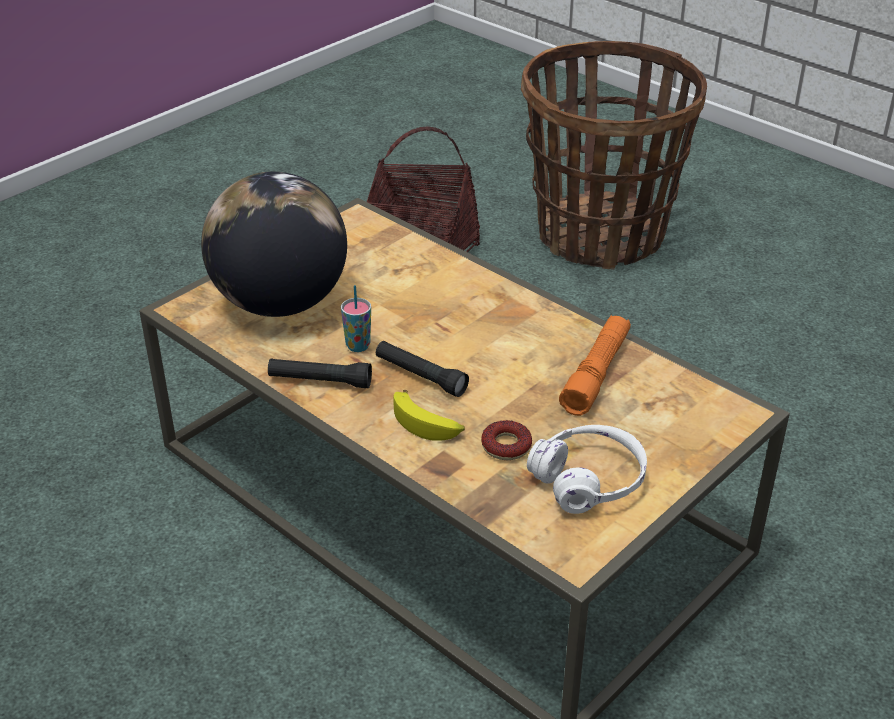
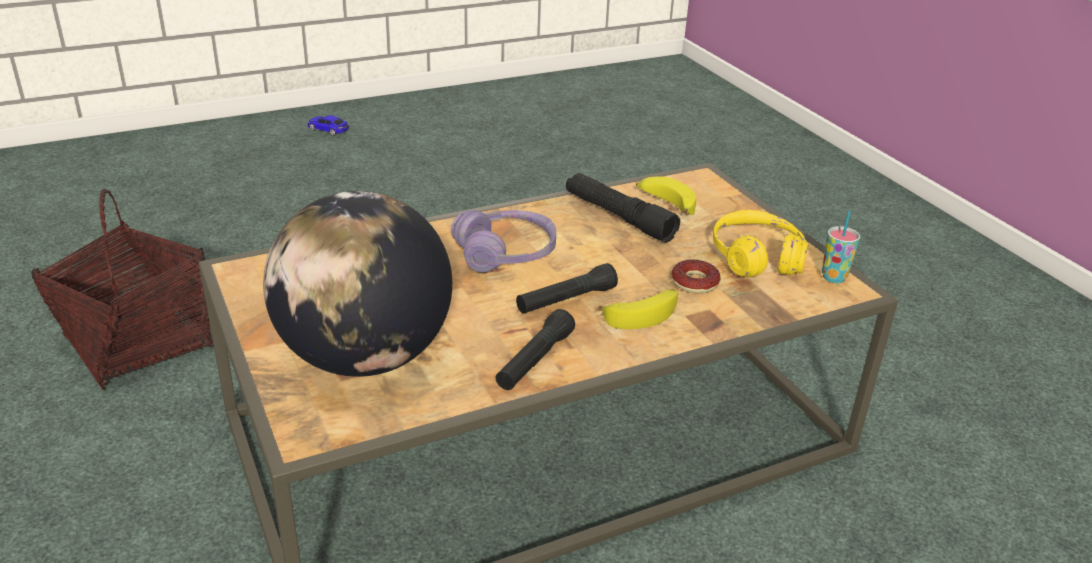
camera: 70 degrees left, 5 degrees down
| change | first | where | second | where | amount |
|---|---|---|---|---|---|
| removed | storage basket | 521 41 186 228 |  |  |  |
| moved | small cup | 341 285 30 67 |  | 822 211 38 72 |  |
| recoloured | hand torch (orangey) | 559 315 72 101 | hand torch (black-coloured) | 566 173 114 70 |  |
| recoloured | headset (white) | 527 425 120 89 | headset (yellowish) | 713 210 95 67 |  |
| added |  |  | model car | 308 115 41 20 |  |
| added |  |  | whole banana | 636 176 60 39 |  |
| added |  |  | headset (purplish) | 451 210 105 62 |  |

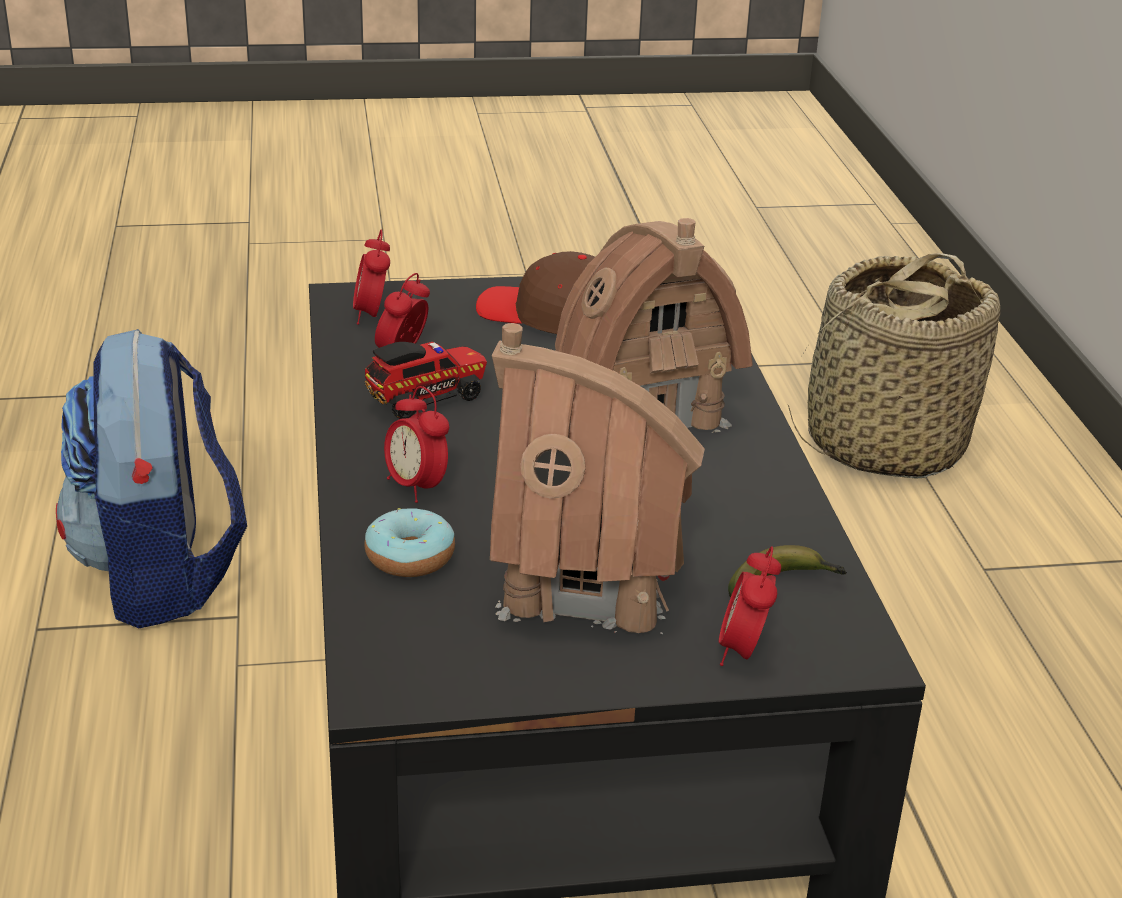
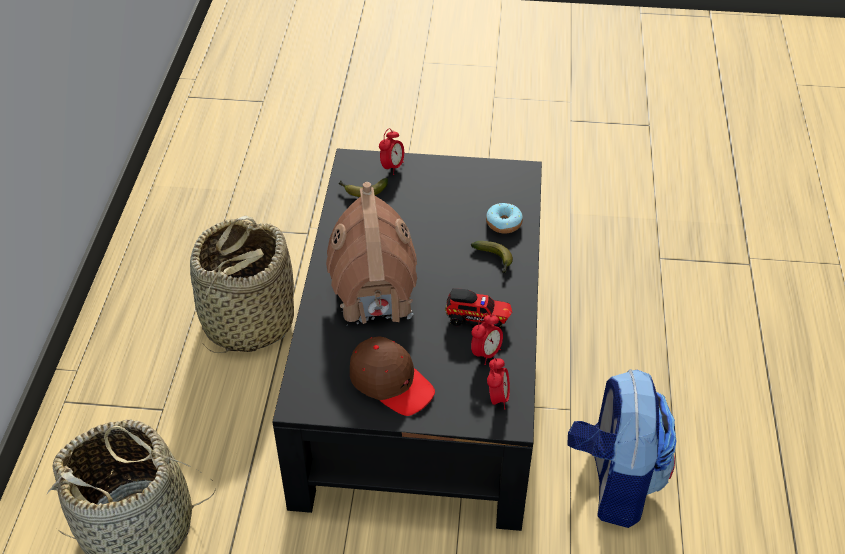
camera: 165 degrees left, 15 degrees up
| change | first | where | second | where | amount |
|---|---|---|---|---|---|
| removed | miniature house | 490 323 215 311 |  |  |  |
| turned | toy lorry | 364 342 123 77 |  | 445 288 67 41 | 150 degrees counterclockwise |
| replaced | table clock | 384 386 65 117 | whole banana | 471 241 42 32 |  |
| added |  |  | storage basket | 190 215 104 138 |  |

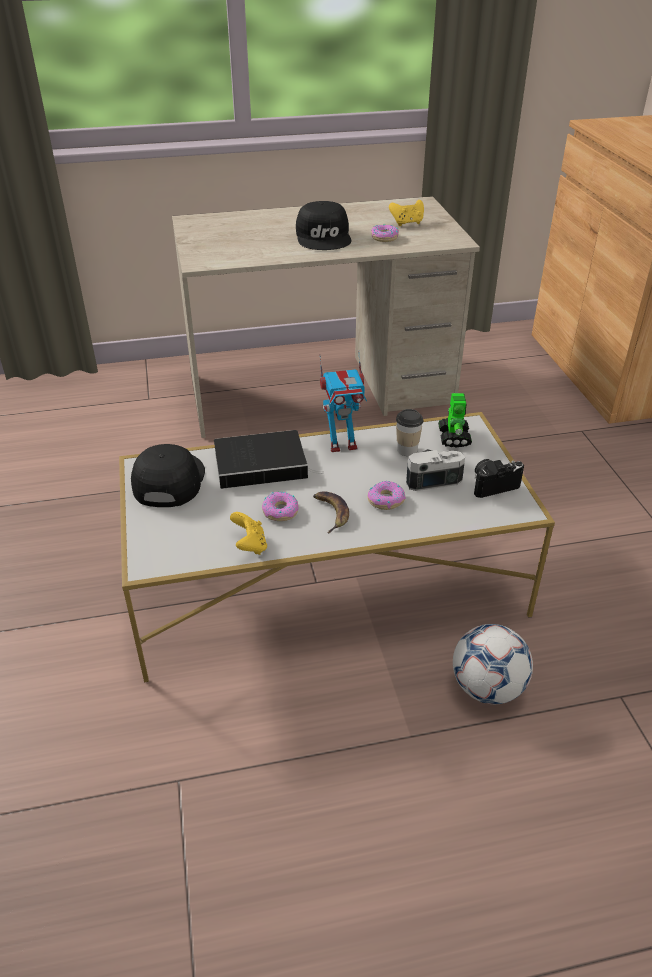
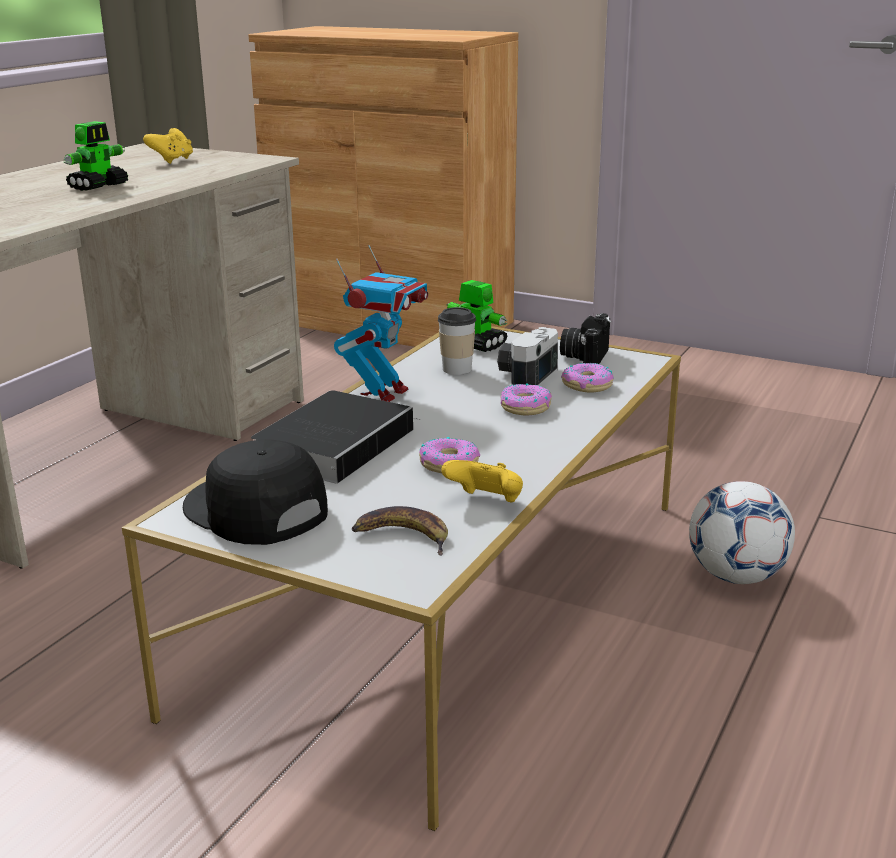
camera: 50 degrees left, 15 degrees down
| change | first | where | second | where | amount |
|---|---|---|---|---|---|
| replaced | peaked cap (black-coloured) | 296 201 56 49 | model robot | 64 121 64 70 |  |
| moved | donut | 371 224 28 18 |  | 561 363 53 29 |  |
| moved | whole banana | 313 491 36 42 |  | 352 506 96 49 |  |

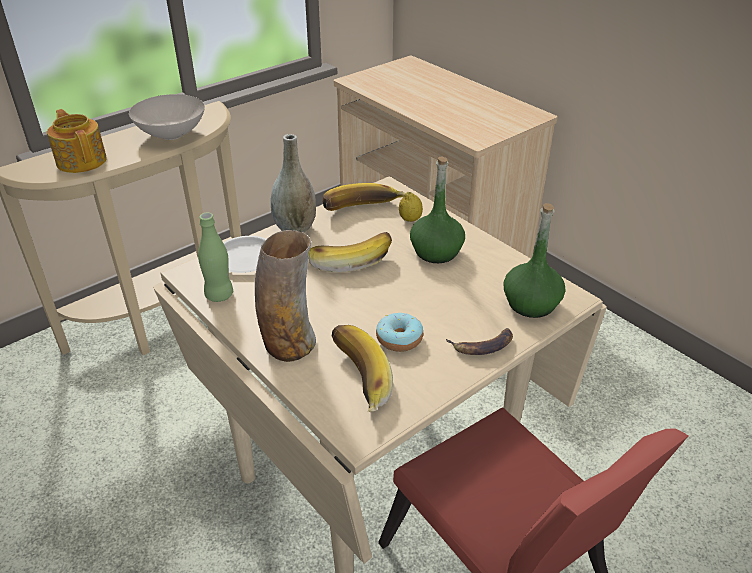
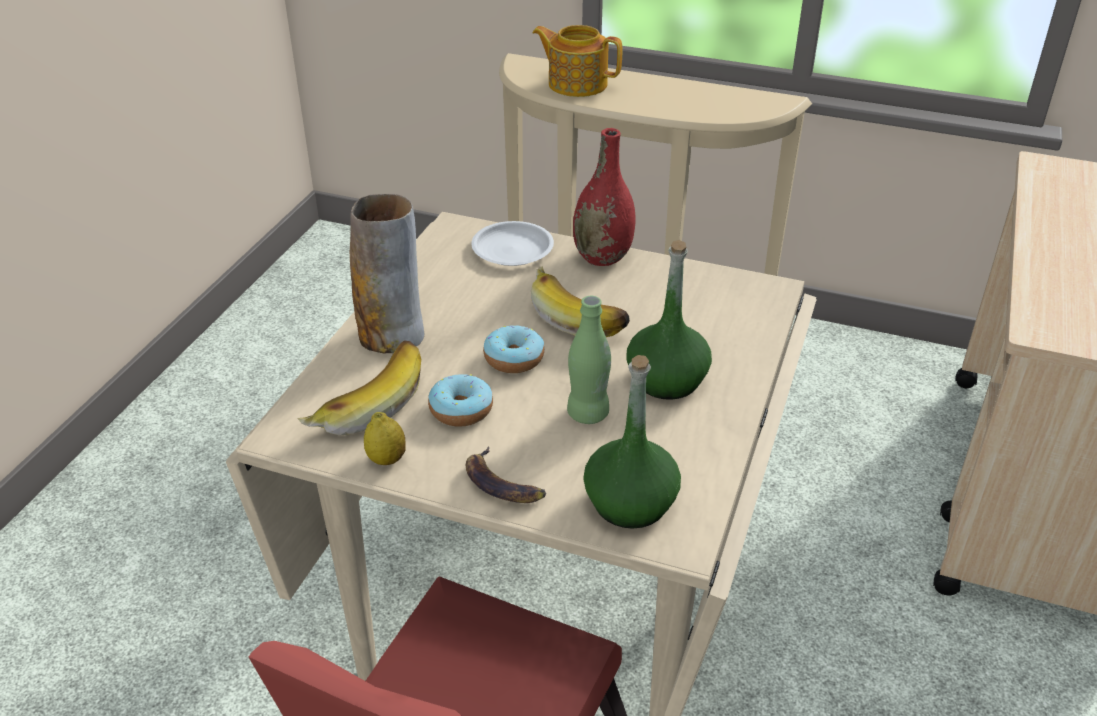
camera: 60 degrees right, 0 degrees up
| change | first | where | second | where | amount |
|---|---|---|---|---|---|
| removed | bowl (white) | 129 94 76 46 |  |  |  |
| turned | teapot | 47 109 60 64 |  | 532 25 90 72 | 90 degrees counterclockwise |
| recoloured | decorative vase (greyish) | 271 134 45 99 | decorative vase (reddish) | 573 128 62 138 |  |
| removed | whole banana | 322 183 83 28 |  |  |  |
| moved | whole lemon | 399 192 24 30 |  | 364 412 42 53 |  |
| moved | beverage bottle (greenish) | 198 213 35 89 |  | 567 296 44 128 |  |
| added |  |  | donut | 483 326 61 47 |  |

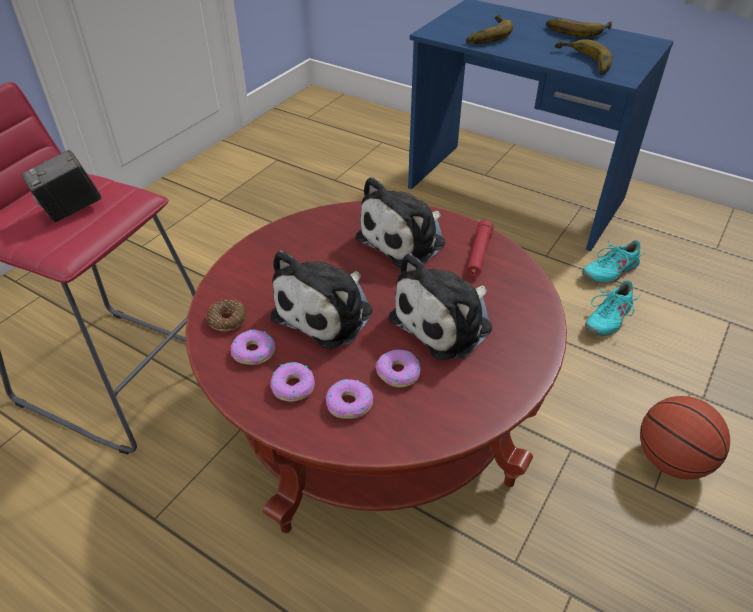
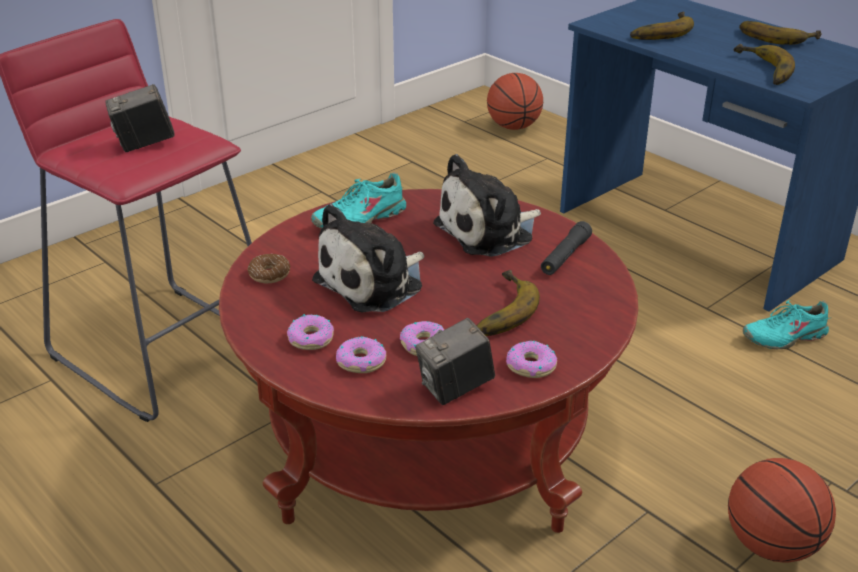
camera: 15 degrees right, 10 degrees down
| change | first | where | second | where | amount |
|---|---|---|---|---|---|
| recoloured | hand torch (reddish) | 467 220 27 57 | hand torch (black-coloured) | 541 221 51 54 |  |
| replaced | soft toy | 388 253 104 107 | whole banana | 477 270 63 66 |  |
| moved | low shoe (turquoise-coloured) | 585 280 57 56 |  | 311 172 95 57 |  |
| moved | donut | 231 329 44 36 |  | 506 341 51 37 |  |
| added |  |  | ball for basketball | 487 73 56 57 |  |
| added |  |  | photo camera | 415 318 80 87 |  |

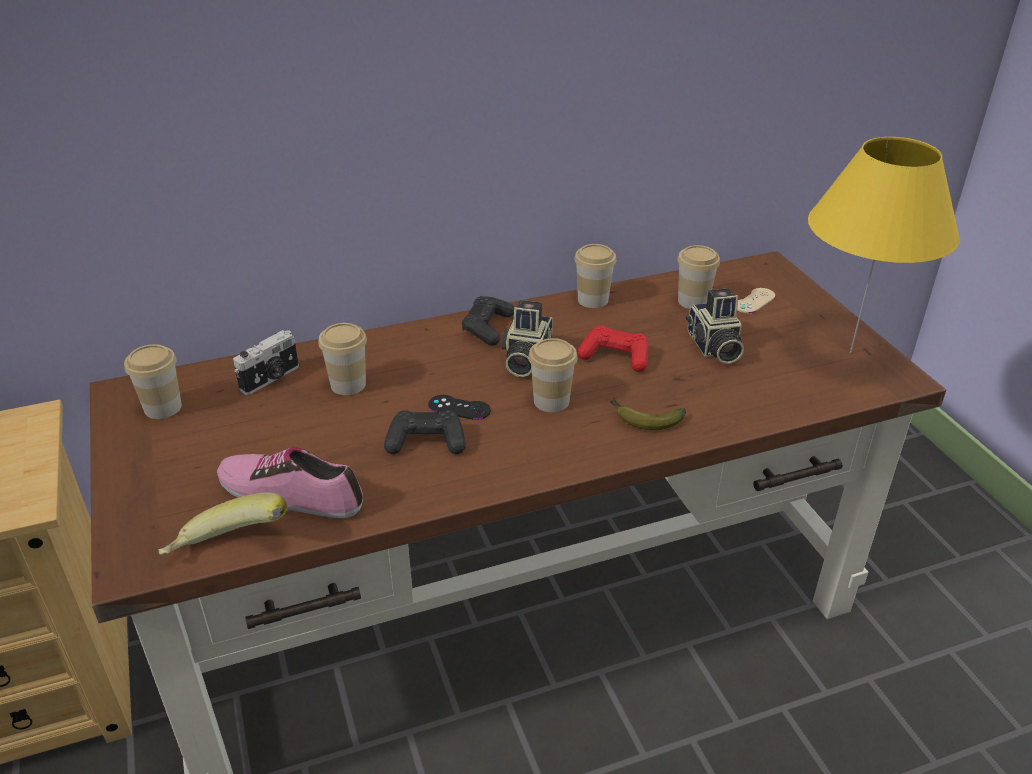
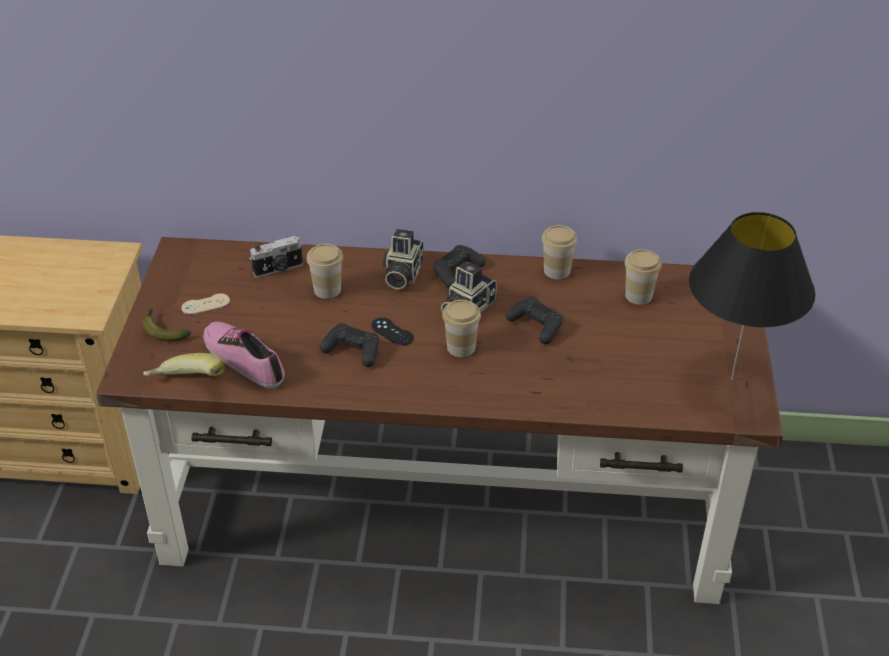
camera: 25 degrees right, 5 degrees up
| change | first | where | second | where | amount |
|---|---|---|---|---|---|
| recoloured | lamp for a table (yellowish) | 808 137 152 216 | lamp for a table (black-coloured) | 689 212 126 168 |  |
| moved | photo camera | 686 288 58 76 |  | 383 229 41 60 |  |
| moved | gamepad (beige-coloured) | 737 288 39 25 |  | 182 294 48 21 |  |
| recoloured | gamepad (reddish) | 577 326 71 46 | gamepad (black-coloured) | 506 297 57 47 |  |
| removed | small cup | 124 344 58 75 |  |  |  |
| moved | whole banana | 610 398 76 32 |  | 142 309 49 33 |  |

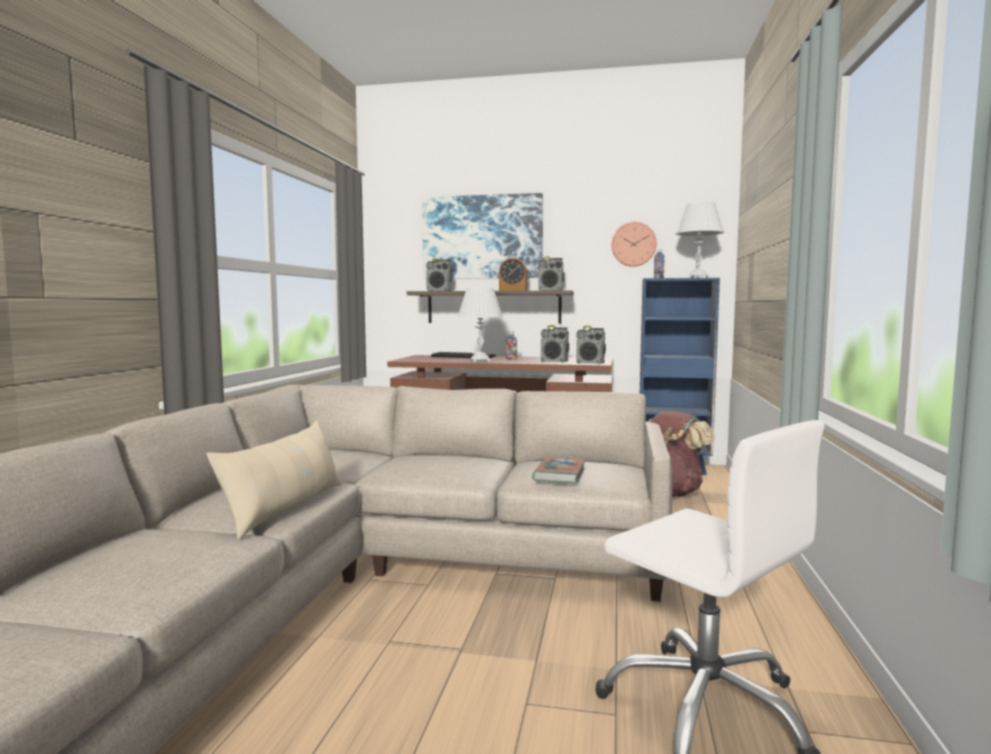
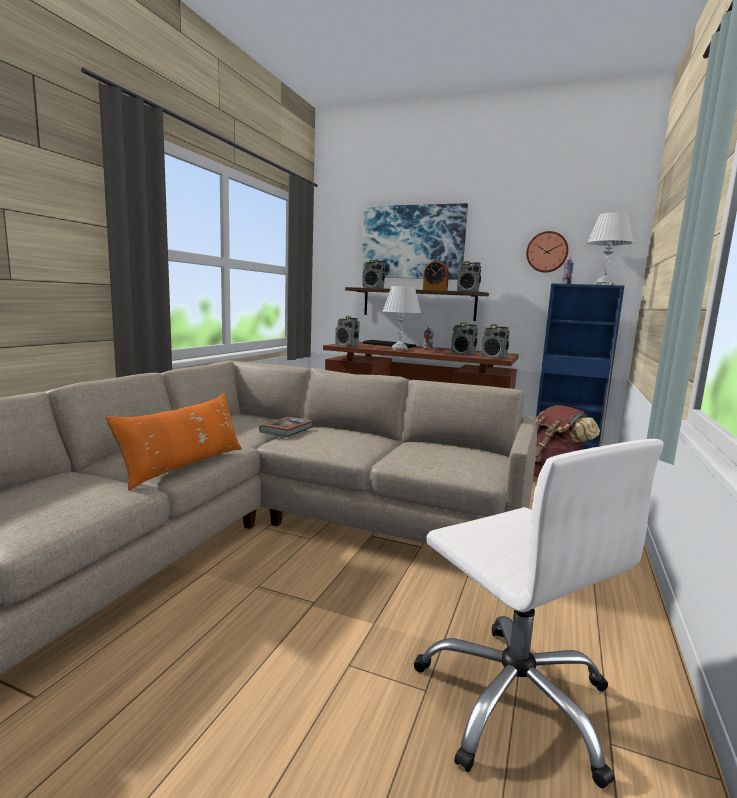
camera: 10 degrees right, 5 degrees up
| change | first | where | second | where | amount |
|---|---|---|---|---|---|
| recoloured | pillow (beige-coloured) | 207 420 135 120 | pillow (orangey) | 106 393 136 98 |  |
| moved | book | 532 457 54 26 |  | 259 417 54 20 |  |
| added |  |  | radio receiver | 335 316 25 31 |  |

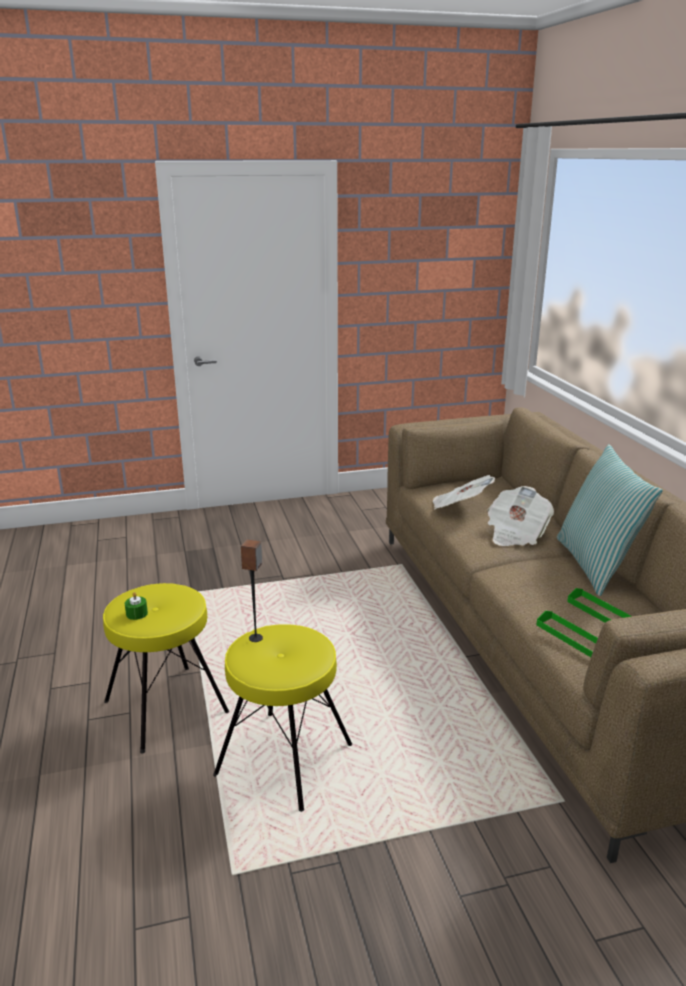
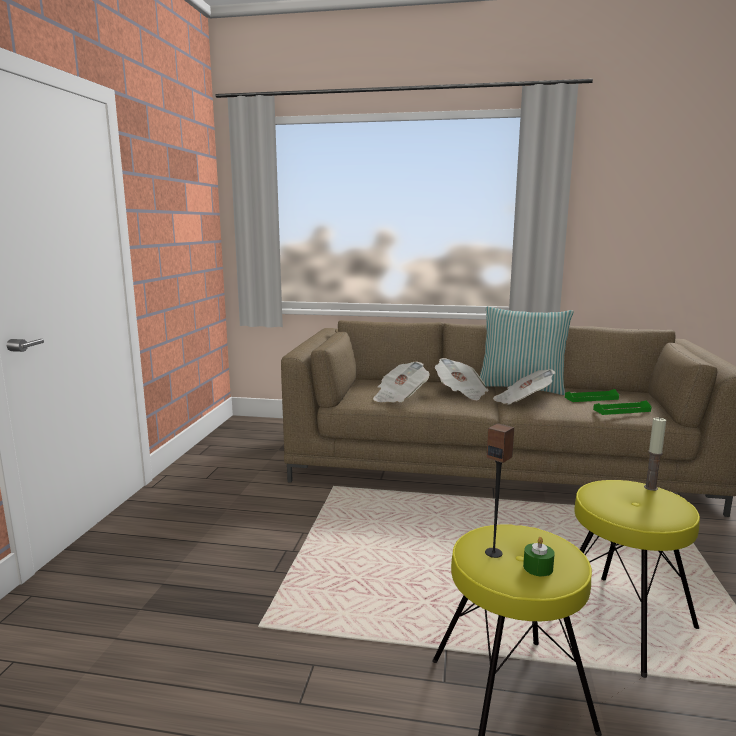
camera: 65 degrees left, 10 degrees down
| change | first | where | second | where | amount |
|---|---|---|---|---|---|
| moved | audio speaker | 241 539 22 103 |  | 485 423 29 135 |  |
| added |  |  | printed paper | 493 369 63 36 |  |
| added |  |  | wax light | 644 417 22 74 |  |

